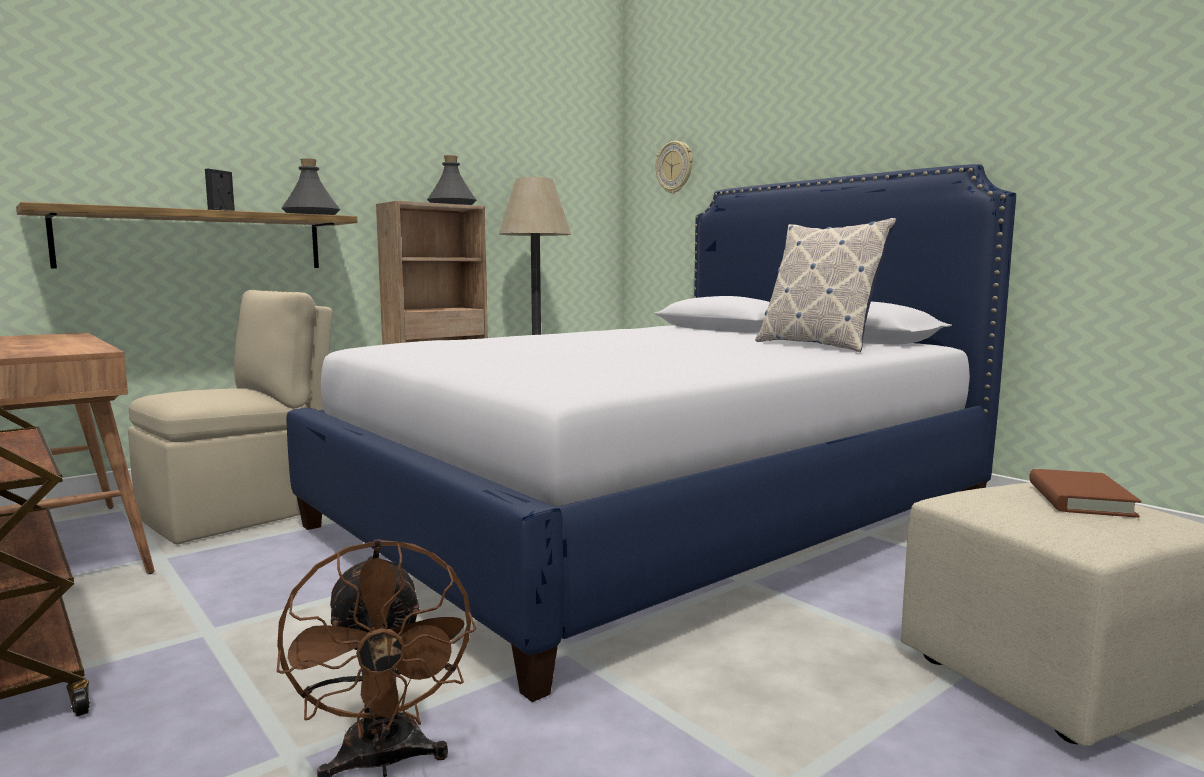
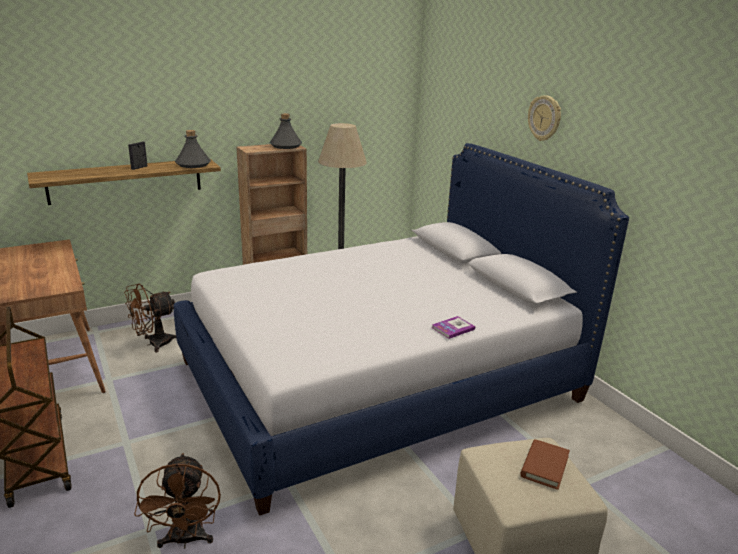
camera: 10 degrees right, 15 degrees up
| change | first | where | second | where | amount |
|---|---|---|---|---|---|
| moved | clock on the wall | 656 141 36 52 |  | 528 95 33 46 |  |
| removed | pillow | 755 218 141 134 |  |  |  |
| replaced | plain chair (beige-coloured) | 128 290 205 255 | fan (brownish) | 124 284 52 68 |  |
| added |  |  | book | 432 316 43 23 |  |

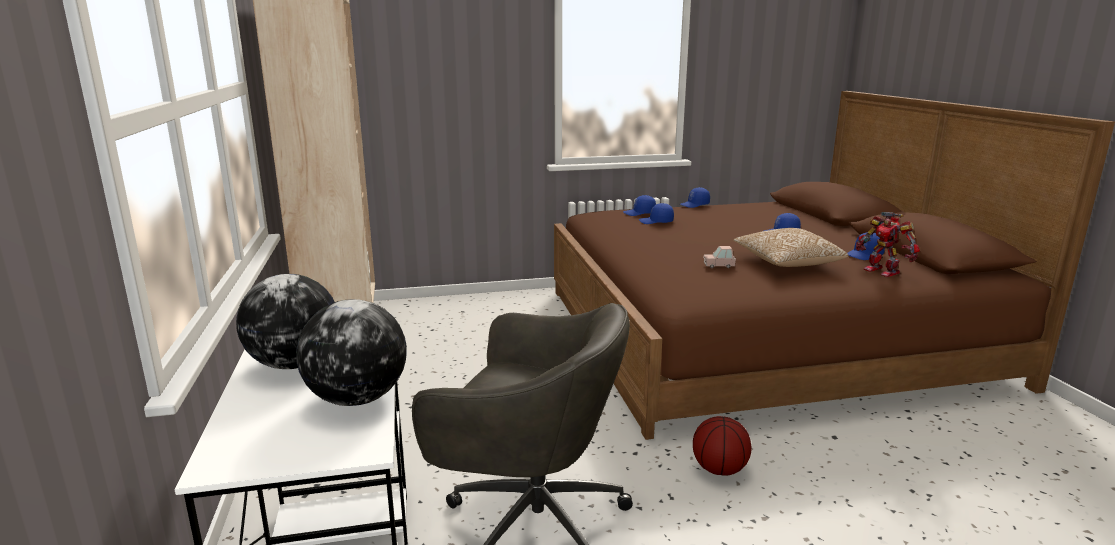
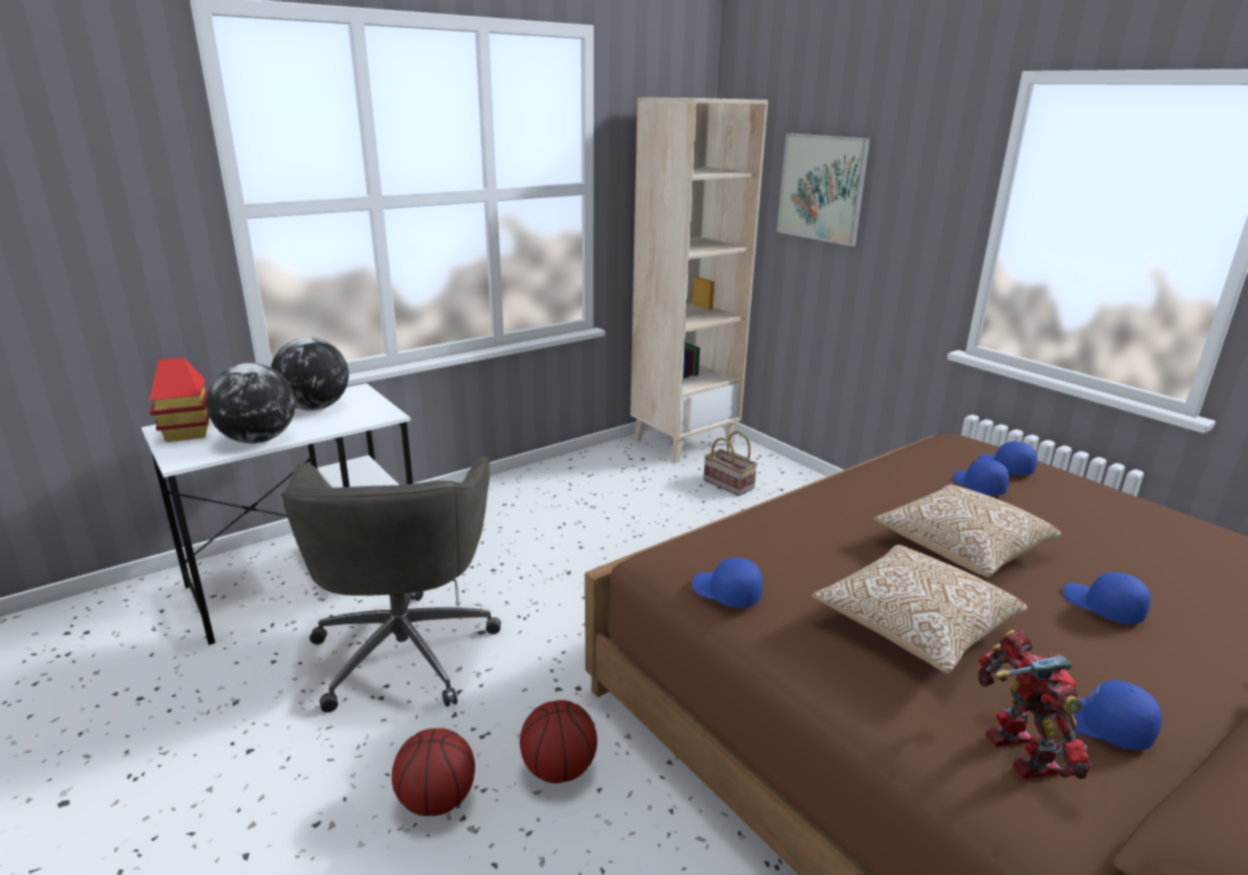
camera: 65 degrees right, 5 degrees up
| change | first | where | second | where | amount |
|---|---|---|---|---|---|
| moved | peaked cap (blue) | 680 187 30 21 |  | 692 558 71 50 |  |
| turned | model robot | 856 212 64 65 |  | 979 630 113 149 | 135 degrees clockwise |
| removed | model car (pink-coloured) | 703 246 33 22 |  |  |  |
| added |  |  | picture | 777 133 93 113 |  |
| added |  |  | miniature house | 150 358 59 84 |  |
| added |  |  | storage basket | 703 431 55 65 |  |
| added |  |  | pillow | 874 485 187 92 |  |
| added |  |  | ball for basketball | 392 728 83 88 |  |

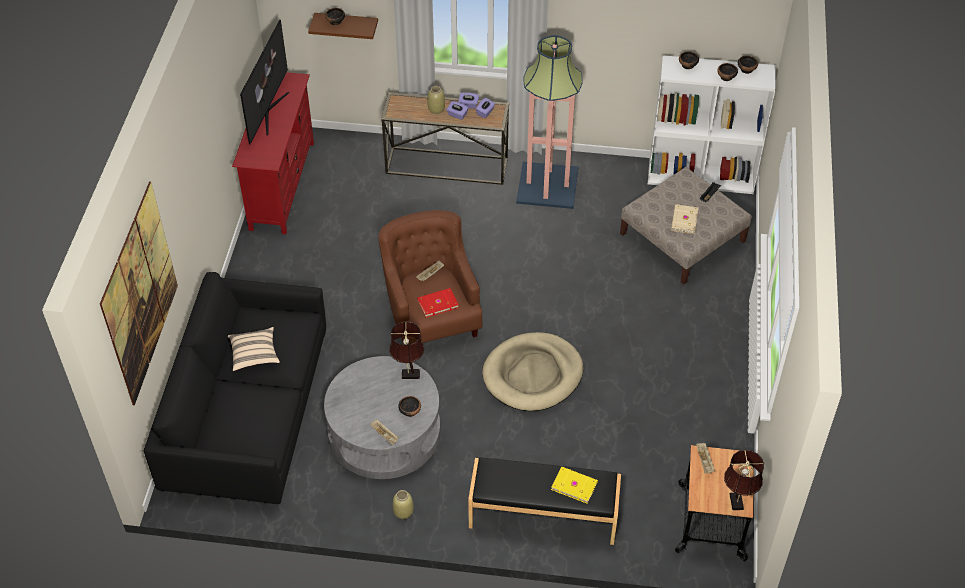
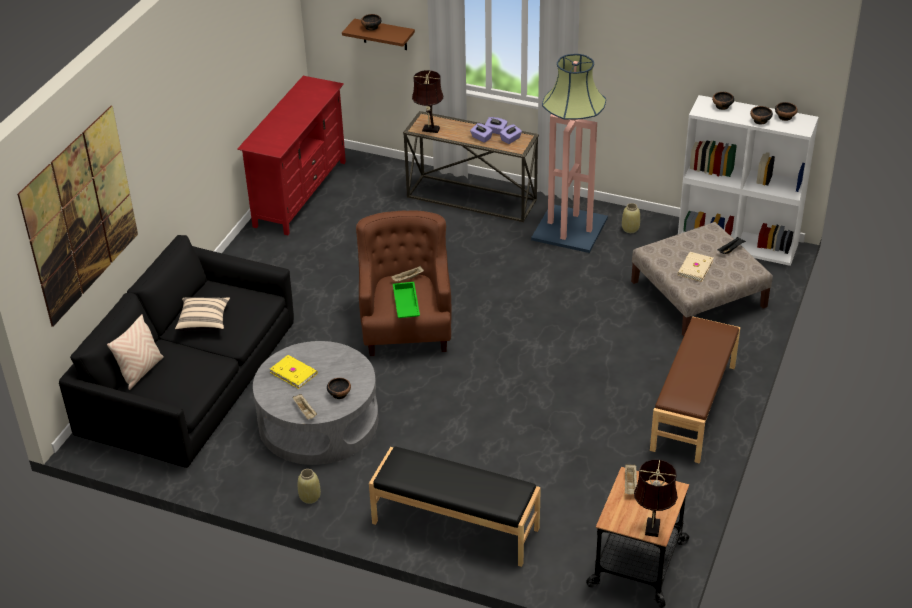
camera: 15 degrees right, 10 degrees down
| change | first | where | second | where | amount |
|---|---|---|---|---|---|
| removed | TV | 240 20 49 125 |  |  |  |
| moved | decorative vase (beige-coloured) | 427 86 18 28 |  | 622 203 18 30 |  |
| replaced | book (reddish) | 417 288 42 30 | serving tray (greenish) | 393 282 27 36 |  |
| moved | lamp for a table (brownish) | 389 322 35 57 |  | 412 70 31 63 |  |
| removed | pet bed (beige-coloured) | 482 332 102 79 |  |  |  |
| moved | book (yellowish) | 551 466 47 38 |  | 270 355 48 34 |  |
| added |  |  | pillow (beige-coloured) | 107 314 57 76 |  |
| added |  |  | bench (brownish) | 650 317 90 147 |  |

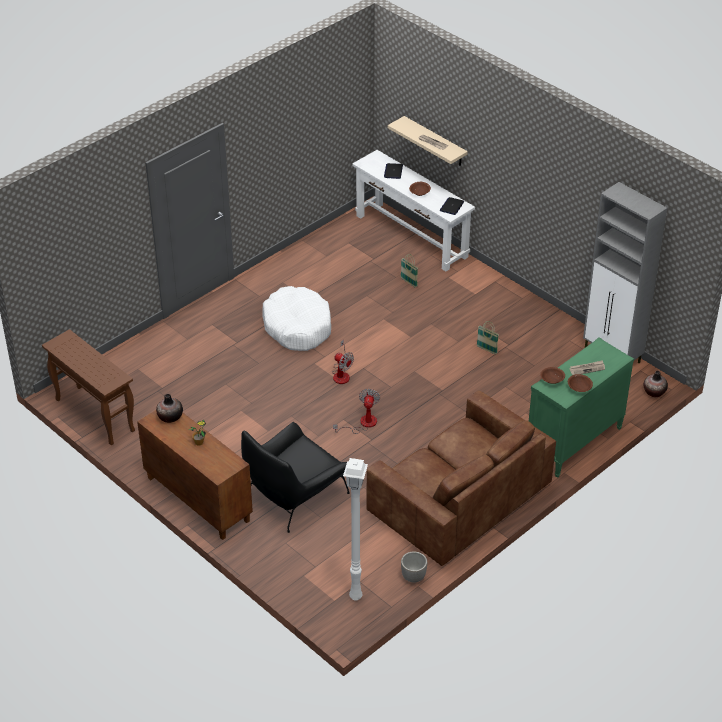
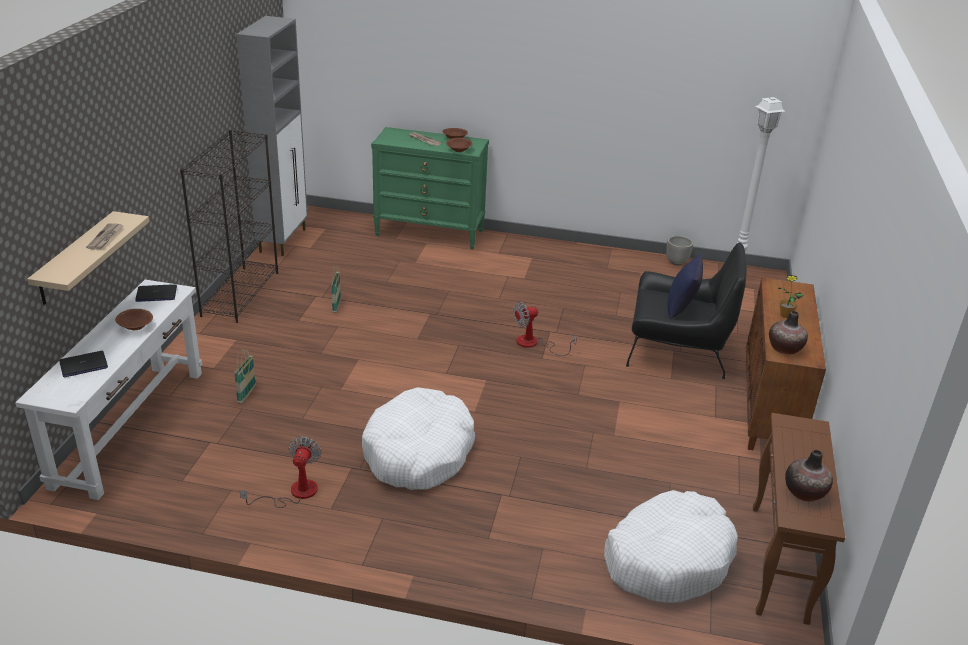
camera: 125 degrees left, 10 degrees down
| change | first | where | second | where | amount |
|---|---|---|---|---|---|
| moved | fan | 332 340 22 44 |  | 240 436 81 72 |  |
| moved | decorative vase | 644 371 24 26 |  | 785 450 48 52 |  |
| removed | couch (brownish) | 366 390 190 176 |  |  |  |
| added |  |  | bookshelf (black-coloured) | 180 130 98 193 |  |
| added |  |  | pillow (blue) | 667 254 36 65 |  |
| added |  |  | pet bed (white) | 604 490 134 113 |  |

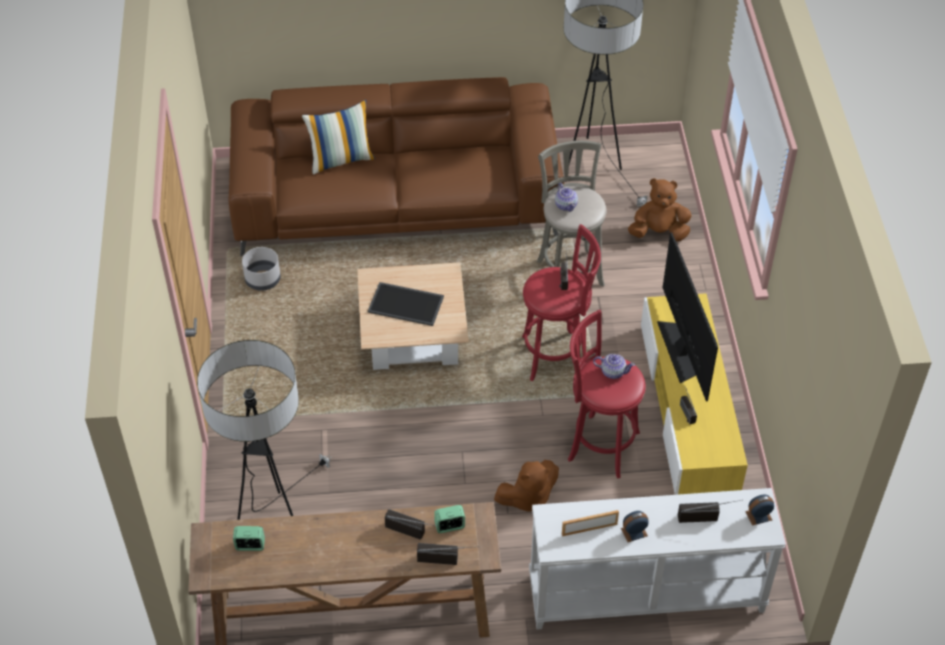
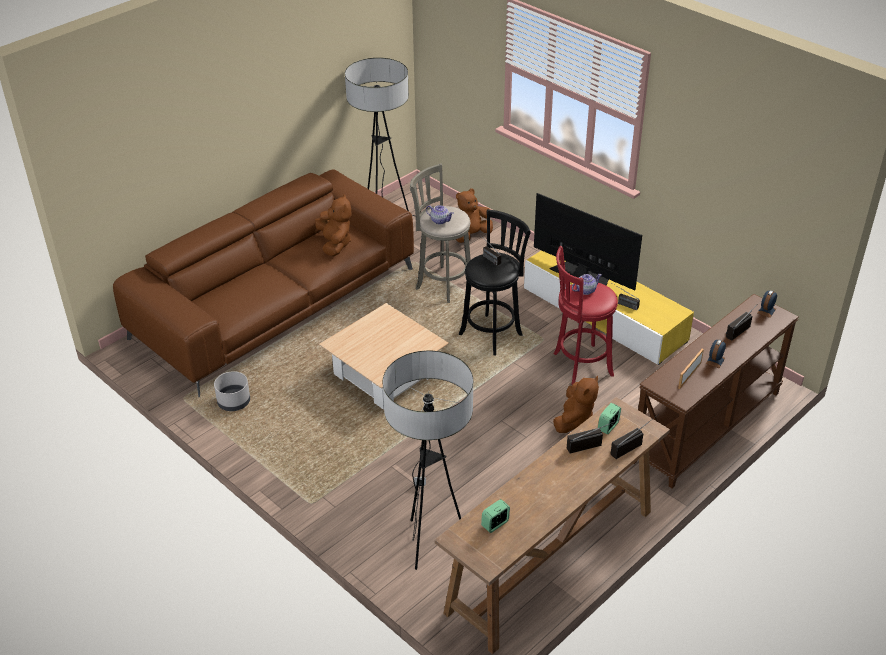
camera: 40 degrees left, 10 degrees down
| change | first | where | second | where | amount |
|---|---|---|---|---|---|
| removed | pillow | 302 100 73 74 |  |  |  |
| recoloured | stool (reddish) | 522 224 79 157 | stool (black-coloured) | 459 209 72 147 |  |
| removed | serving tray | 368 282 76 44 |  |  |  |
| recoloured | console table (white) | 529 488 257 142 | console table (brownish) | 634 294 165 194 |  |
| added |  |  | soft toy (brownish) | 315 194 37 62 |  |

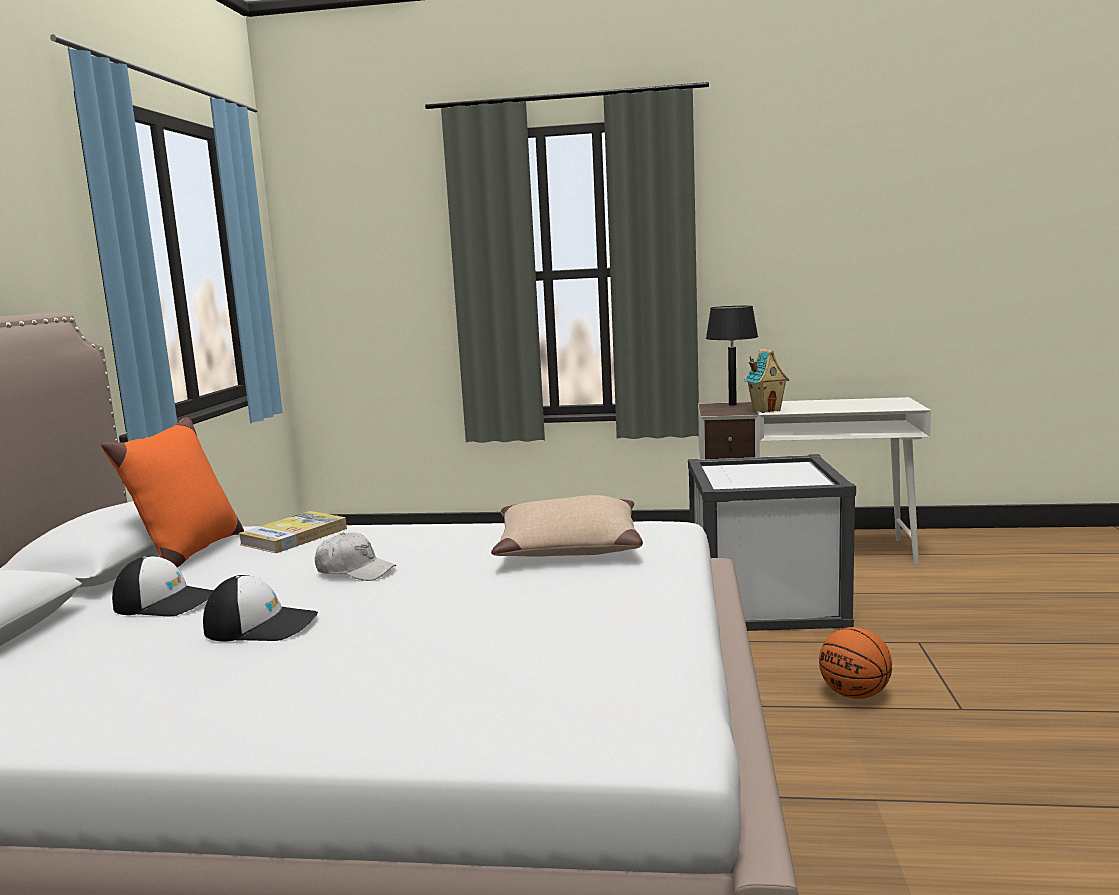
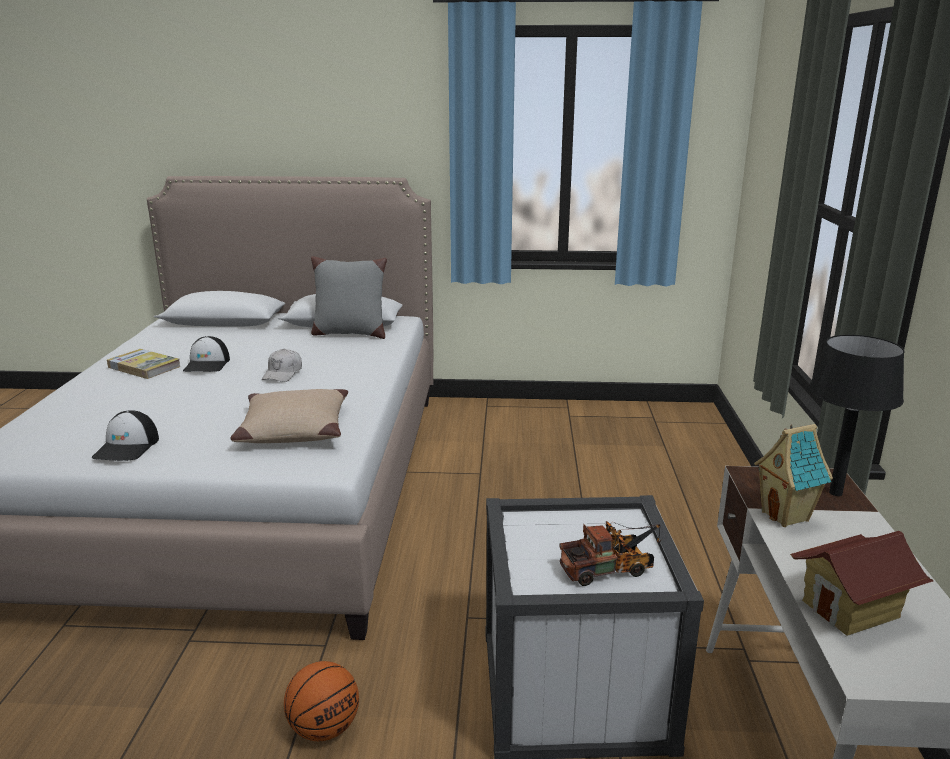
camera: 85 degrees right, 10 degrees up
| change | first | where | second | where | amount |
|---|---|---|---|---|---|
| recoloured | pillow (orangey) | 101 417 143 151 | pillow (greyish) | 311 256 76 83 |  |
| moved | book | 238 511 109 42 |  | 107 349 74 30 |  |
| moved | peaked cap | 112 556 102 60 |  | 92 410 67 51 |  |
| added |  |  | toy lorry | 559 521 102 65 |  |
| added |  |  | miniature house | 790 531 143 105 |  |

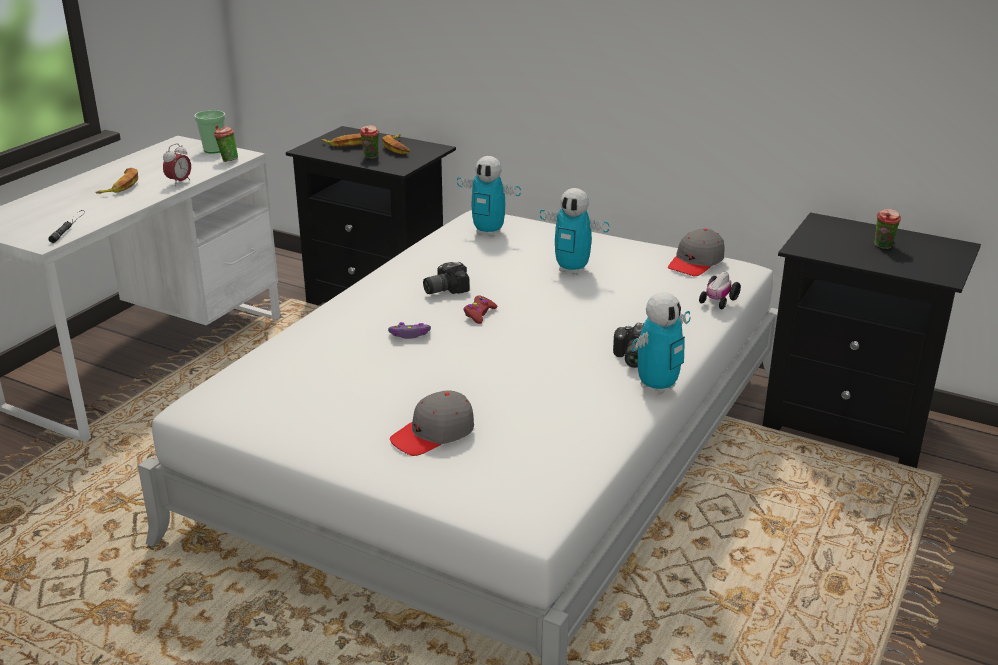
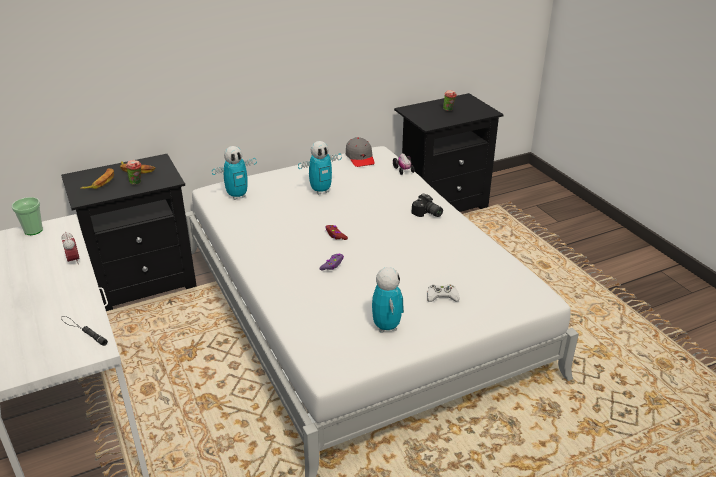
camera: 55 degrees left, 5 degrees up
| change | first | where | second | where | amount |
|---|---|---|---|---|---|
| removed | small cup | 214 125 24 37 |  |  |  |
| removed | whole banana | 95 168 43 26 |  |  |  |
| removed | photo camera | 423 262 47 32 |  |  |  |
| moved | model robot | 632 292 58 103 |  | 372 267 32 66 |  |
| replaced | peaked cap (greyish) | 390 391 84 65 | gamepad (white) | 427 285 33 17 |  |

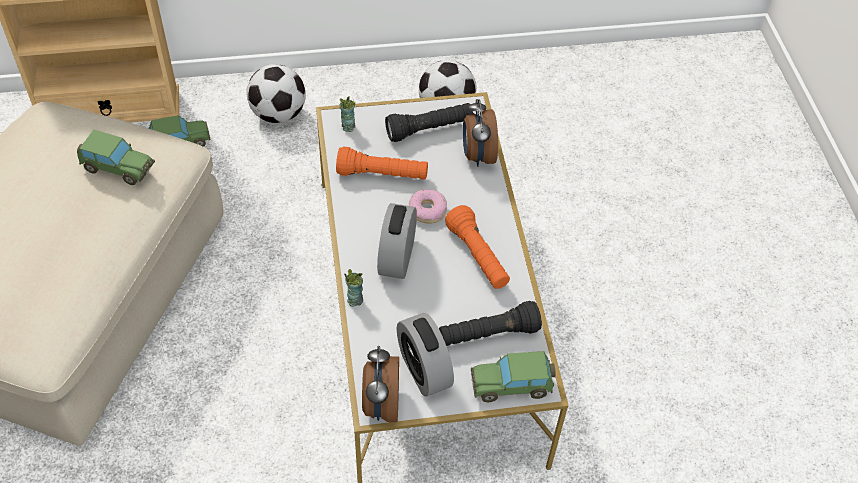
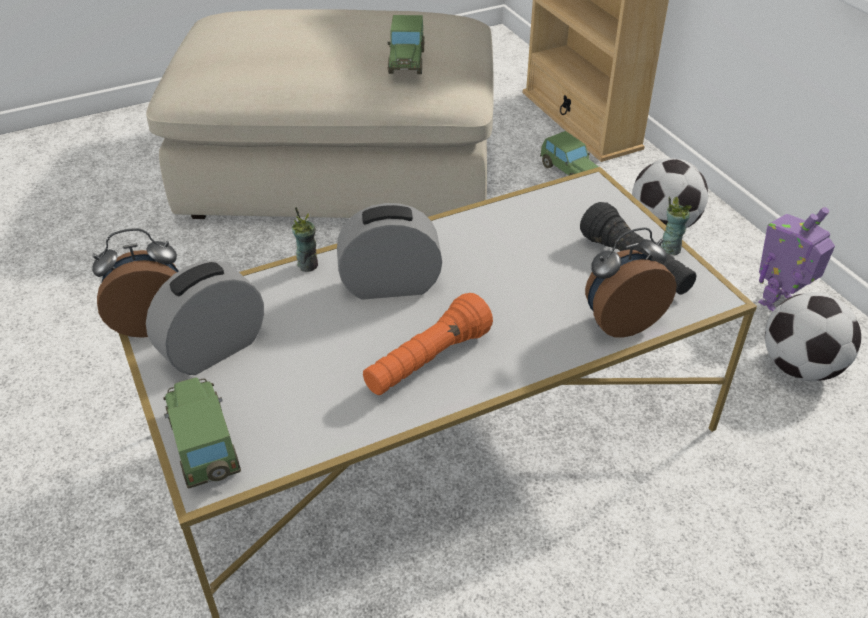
camera: 75 degrees right, 10 degrees down
| change | first | where | second | where | amount |
|---|---|---|---|---|---|
| moved | small cup | 340 96 16 36 |  | 661 196 30 59 |  |
| removed | hand torch (orangey) | 336 147 92 33 |  |  |  |
| removed | donut | 409 189 38 35 |  |  |  |
| removed | hand torch (black-coloured) | 439 301 103 45 |  |  |  |
| added |  |  | model robot | 758 207 77 104 |  |

